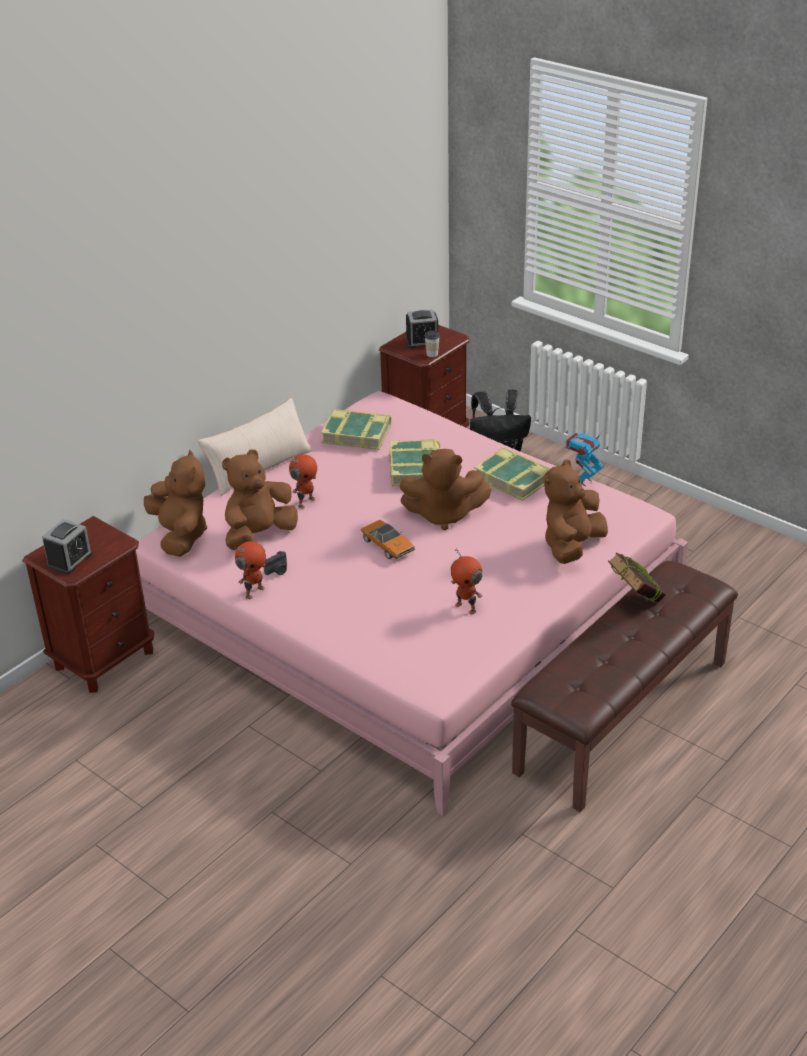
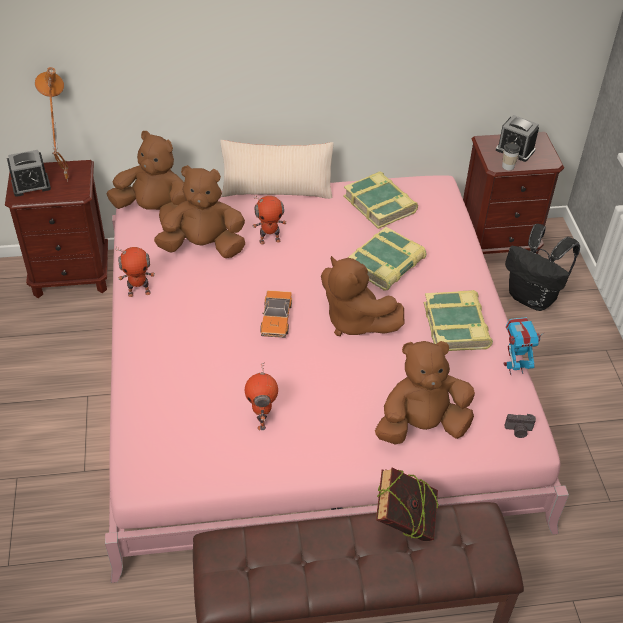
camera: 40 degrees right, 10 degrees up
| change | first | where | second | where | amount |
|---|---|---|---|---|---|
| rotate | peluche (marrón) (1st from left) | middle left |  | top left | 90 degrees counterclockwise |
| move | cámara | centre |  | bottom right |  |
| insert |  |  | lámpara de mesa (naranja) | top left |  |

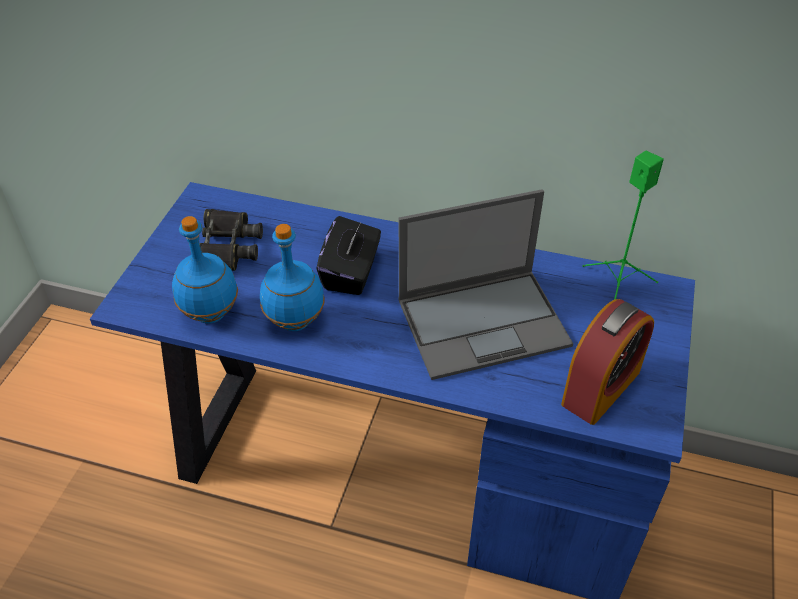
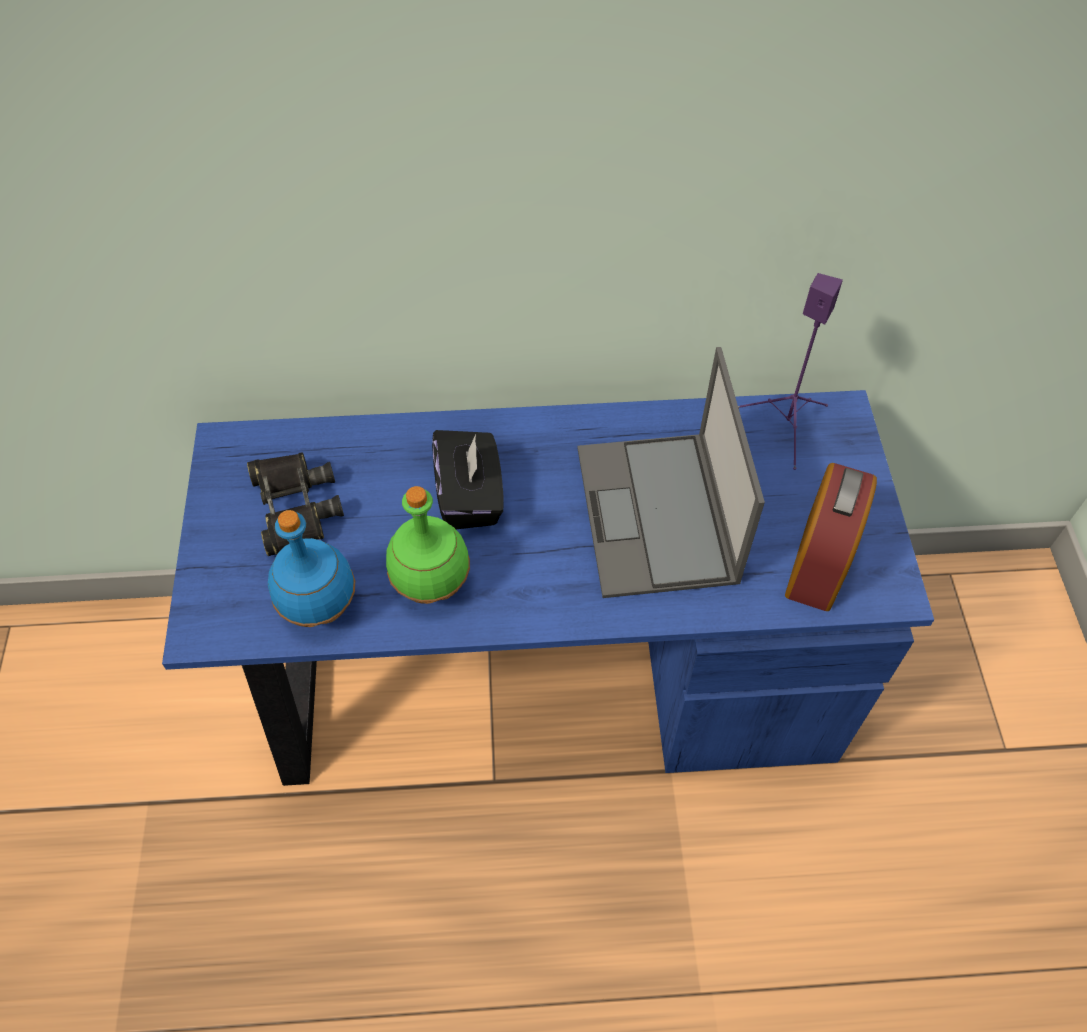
camera: 20 degrees left, 10 degrees up
| change | first | where | second | where | amount |
|---|---|---|---|---|---|
| recolor | botella (azul) (2nd from left) | centre | botella (verde) | centre |  |
| rotate | portátil | centre |  | centre | 120 degrees clockwise |
| recolor | altavoz (verde) | middle right | altavoz (morado) | middle right |  |

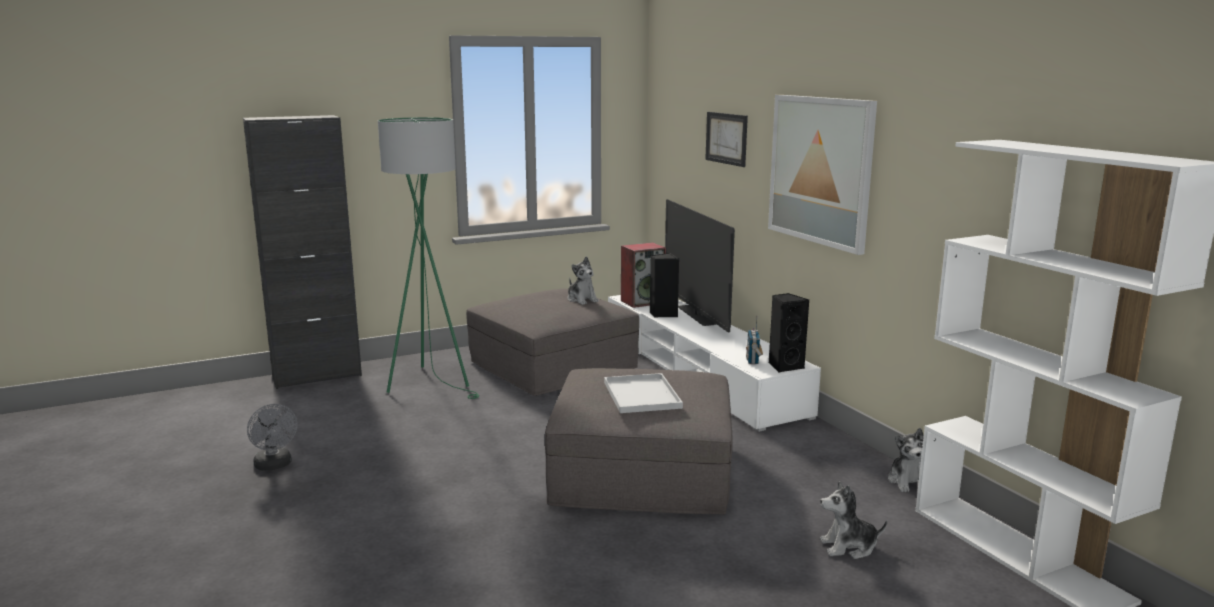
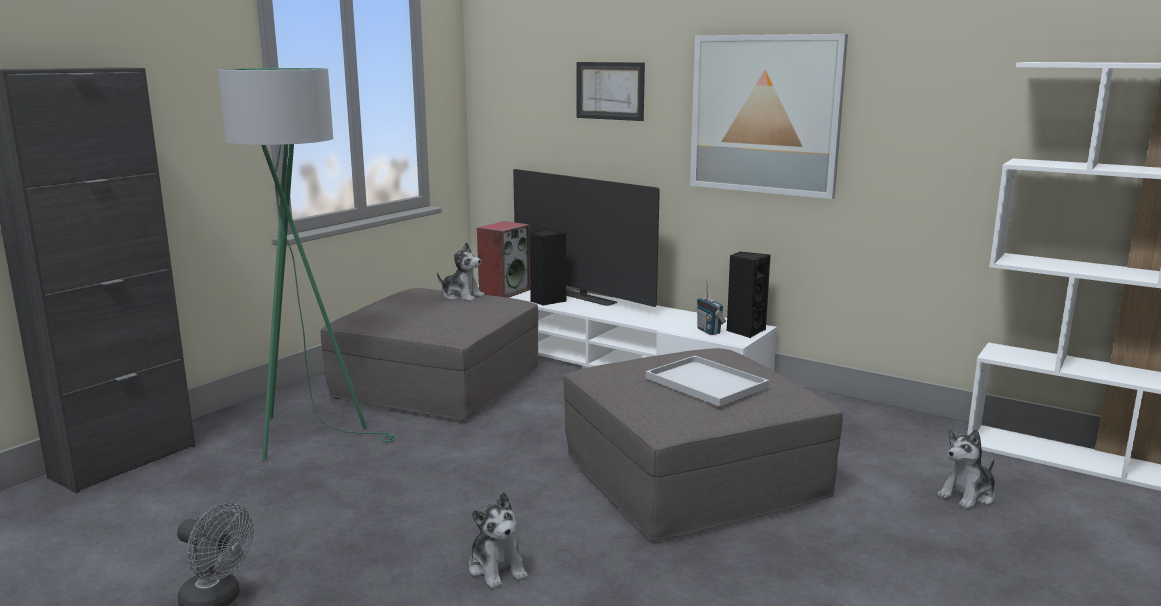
camera: 30 degrees left, 0 degrees up
| change | first | where | second | where | amount |
|---|---|---|---|---|---|
| move | peluche (3rd from left in the first image) | bottom right | peluche (2nd from left) | bottom centre |  |

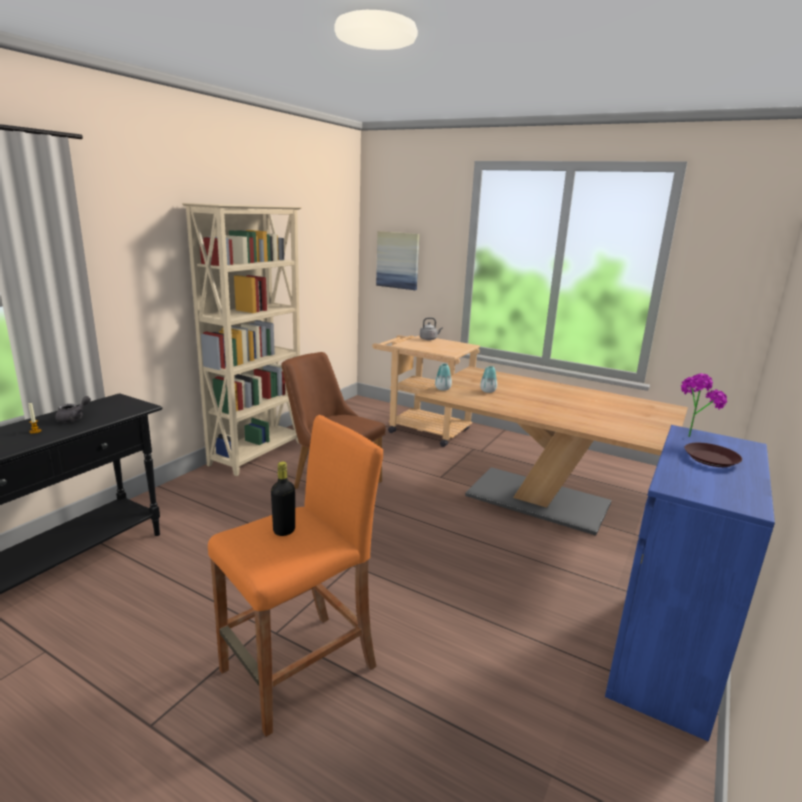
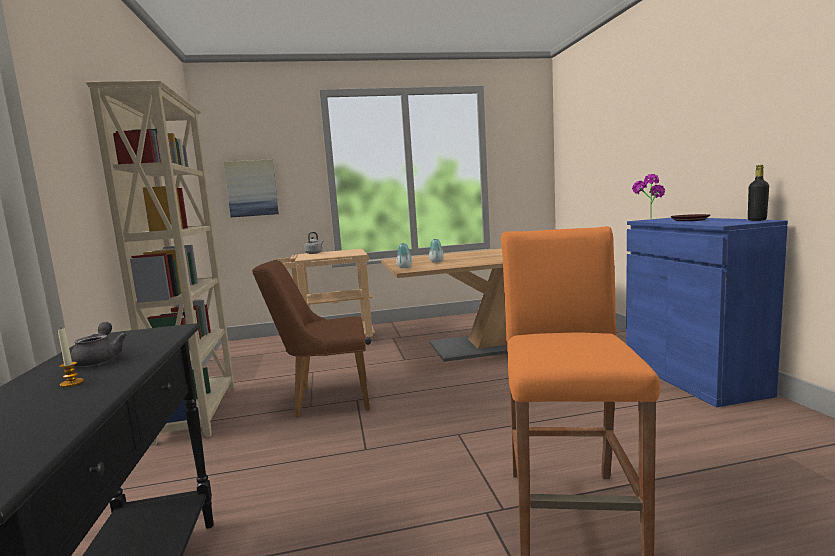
camera: 40 degrees left, 10 degrees down
| change | first | where | second | where | amount |
|---|---|---|---|---|---|
| move | botella (negro) | centre |  | middle right |  |

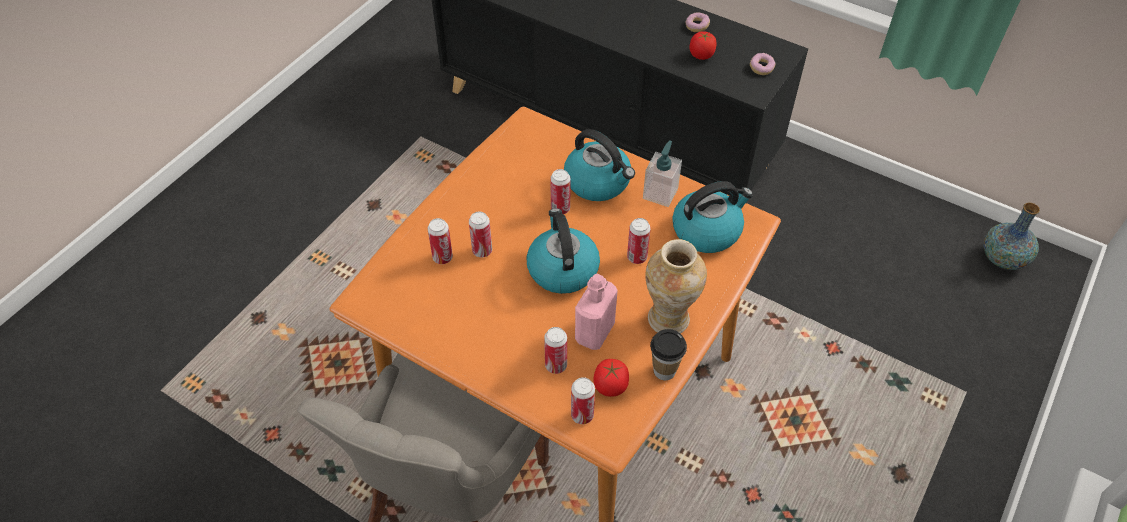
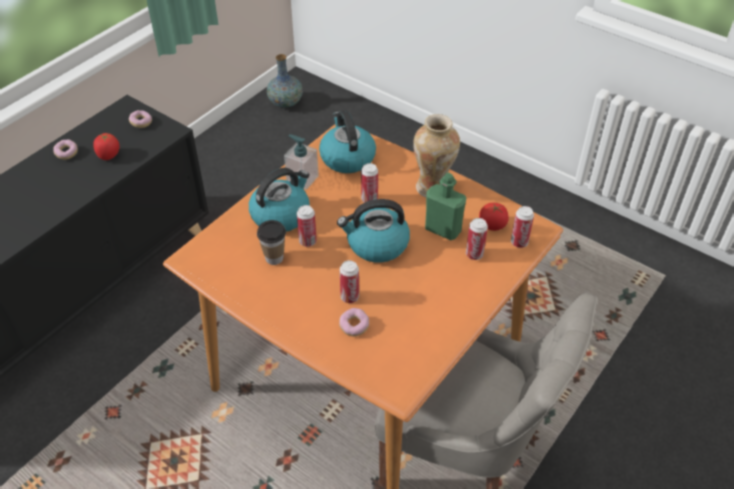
camera: 85 degrees left, 5 degrees down
| change | first | where | second | where | amount |
|---|---|---|---|---|---|
| replace | lata (1st from left) | centre | rosquilla (3rd from left) | centre |  |
| recolor | botella (rosa) | centre | botella (verde) | centre |  |
| move | taza | bottom centre |  | centre |  |

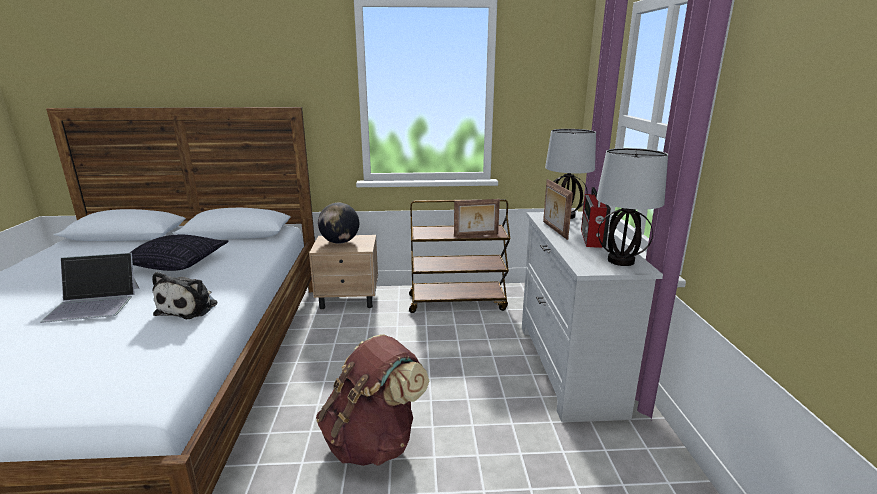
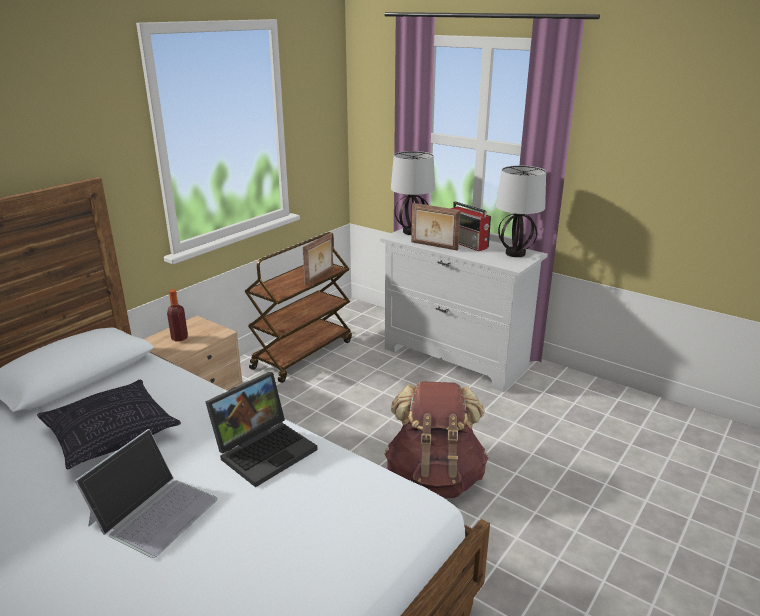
camera: 50 degrees left, 5 degrees up
| change | first | where | second | where | amount |
|---|---|---|---|---|---|
| replace | peluche | middle left | portátil (2nd from left) | bottom centre |  |
| replace | globo terráqueo | centre | botella | middle left |  |

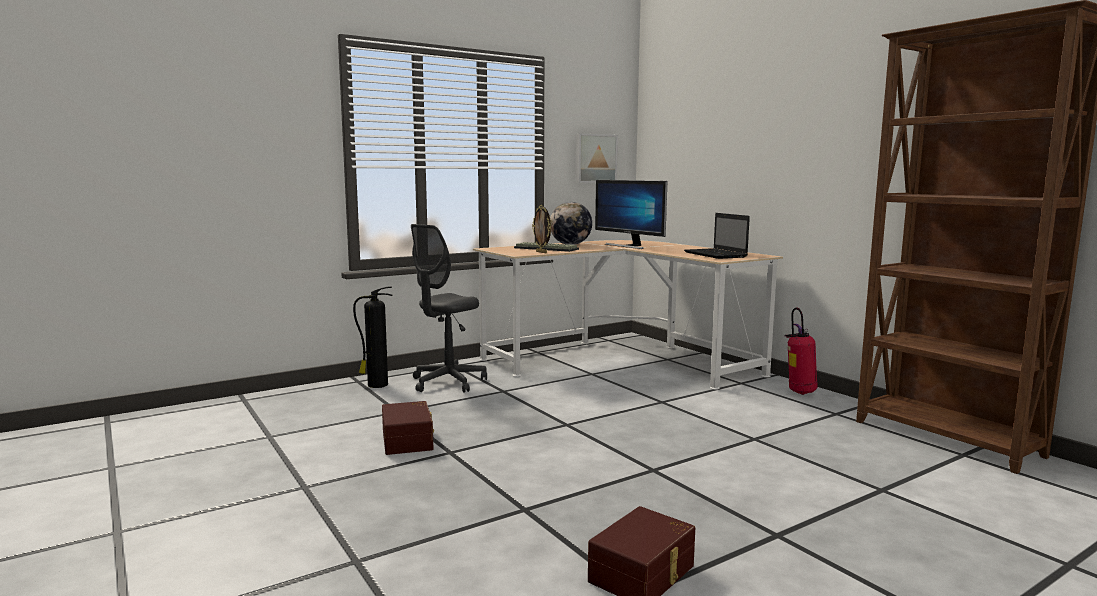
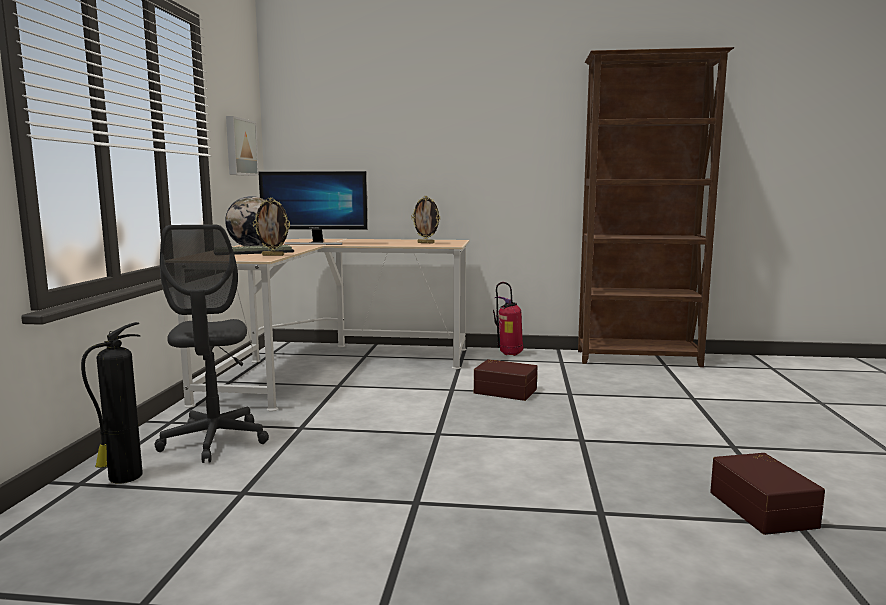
camera: 50 degrees left, 0 degrees up
| change | first | where | second | where | amount |
|---|---|---|---|---|---|
| move | caja de almacenaje (marrón) (1st from left) | bottom centre |  | centre |  |
| replace | portátil | centre | portarretratos (2nd from left) | centre |  |

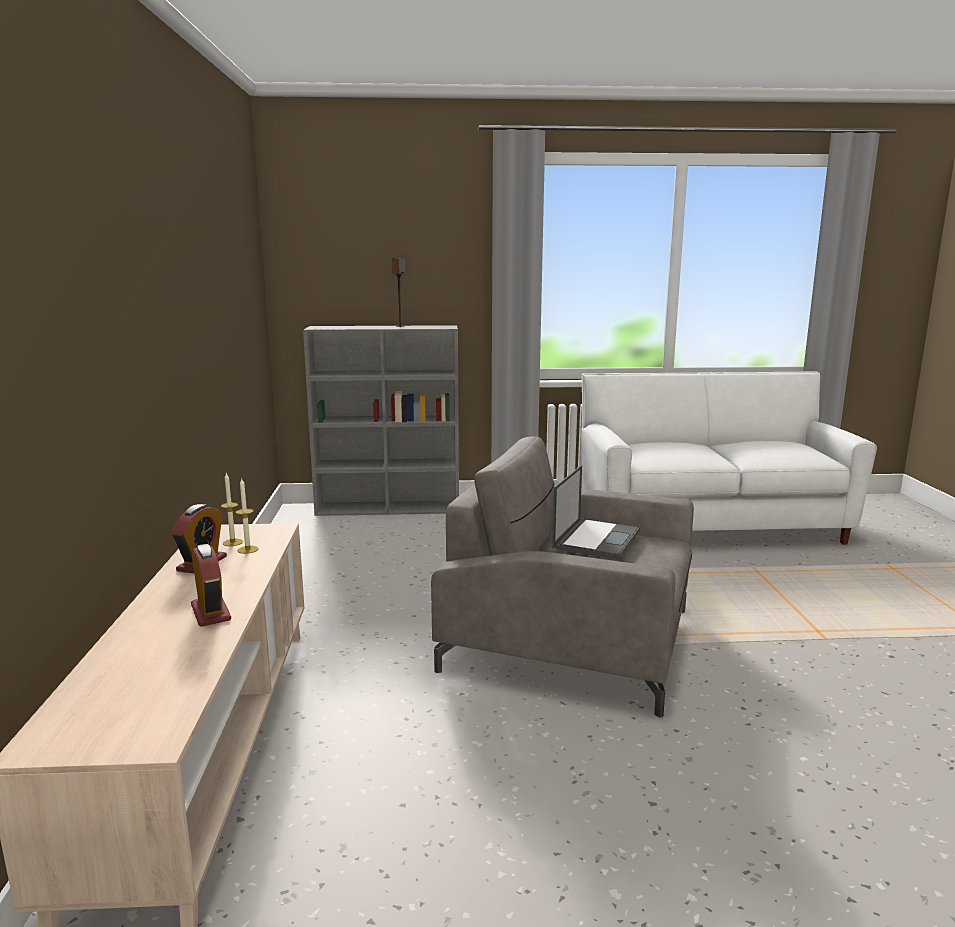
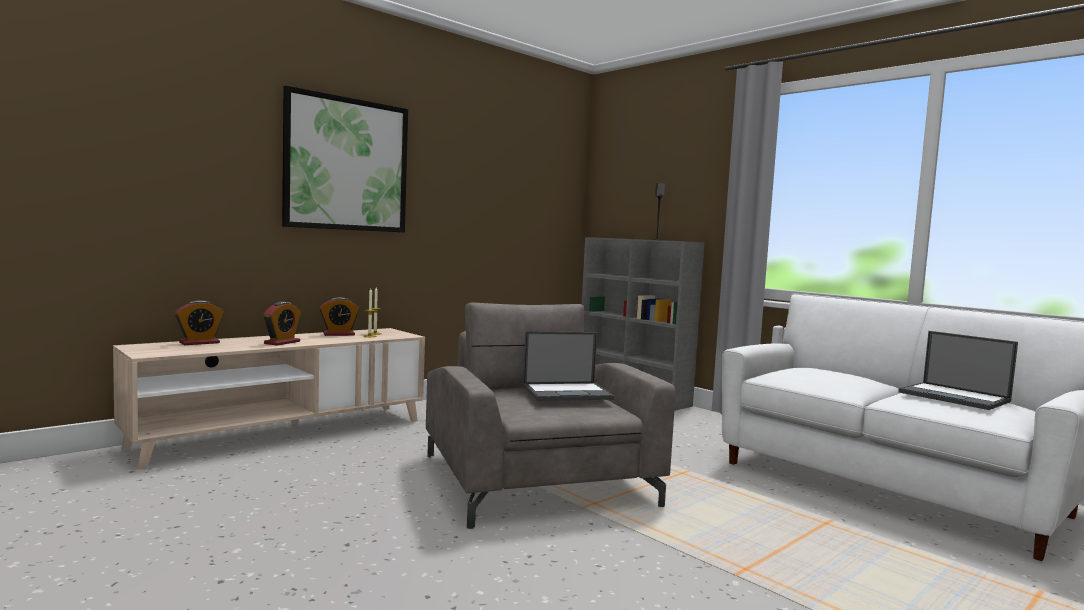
camera: 50 degrees right, 10 degrees down
| change | first | where | second | where | amount |
|---|---|---|---|---|---|
| insert |  |  | despertador (1st from left) | middle left |  |
| insert |  |  | cuadro | top left |  |
| insert |  |  | portátil (2nd from left) | middle right |  |

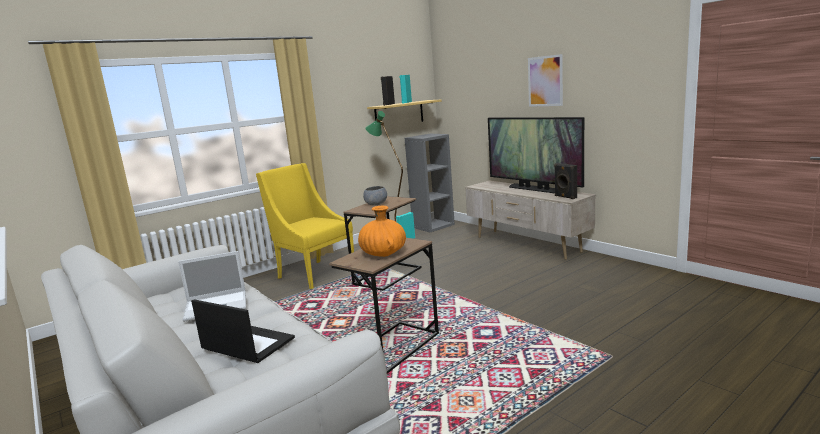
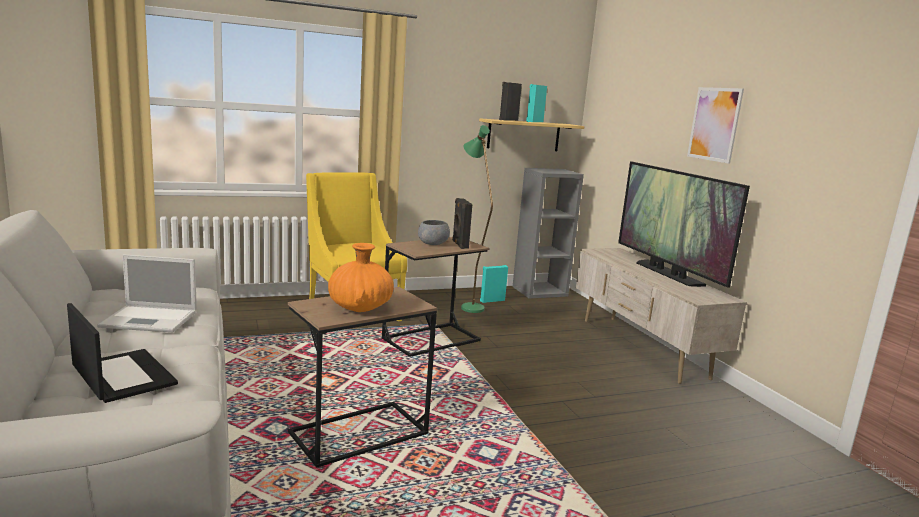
camera: 15 degrees right, 0 degrees up
| change | first | where | second | where | amount |
|---|---|---|---|---|---|
| move | altavoz (negro) (2nd from left in the first image) | middle right | altavoz (negro) (1st from left) | centre |  |

